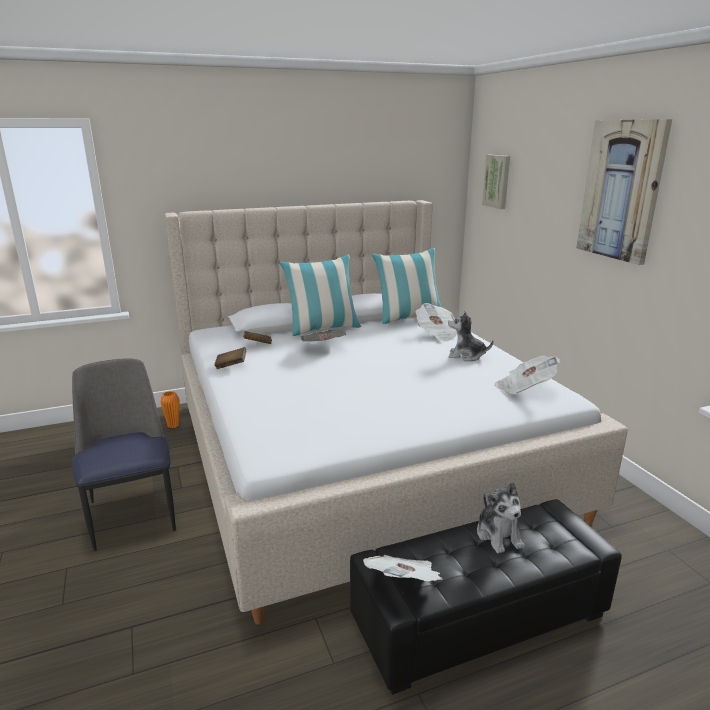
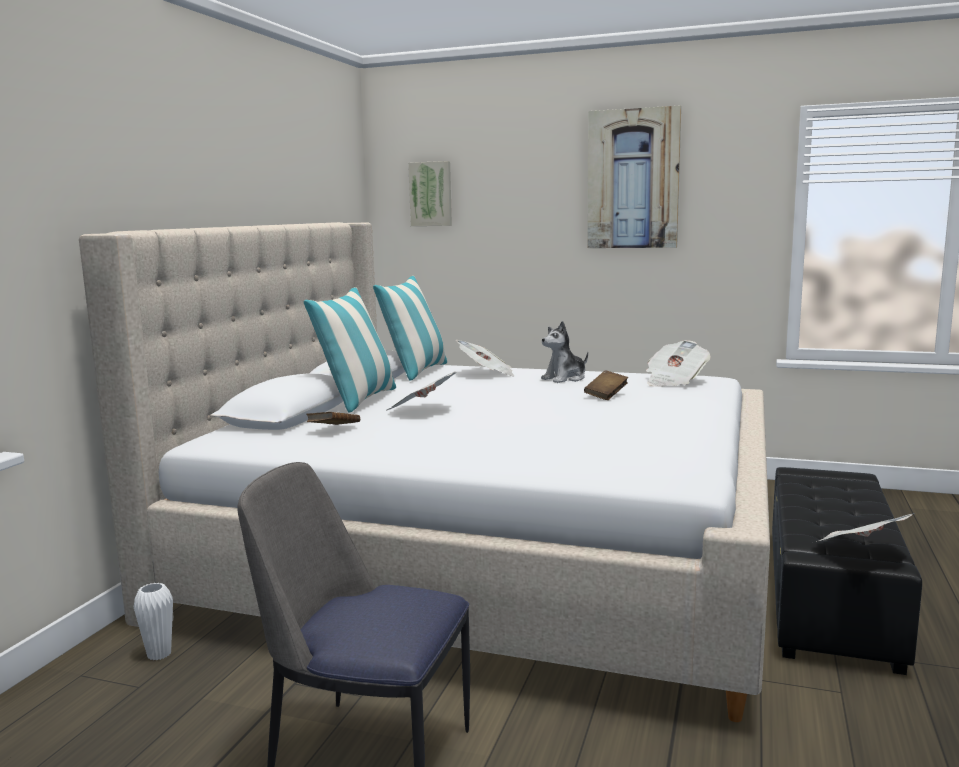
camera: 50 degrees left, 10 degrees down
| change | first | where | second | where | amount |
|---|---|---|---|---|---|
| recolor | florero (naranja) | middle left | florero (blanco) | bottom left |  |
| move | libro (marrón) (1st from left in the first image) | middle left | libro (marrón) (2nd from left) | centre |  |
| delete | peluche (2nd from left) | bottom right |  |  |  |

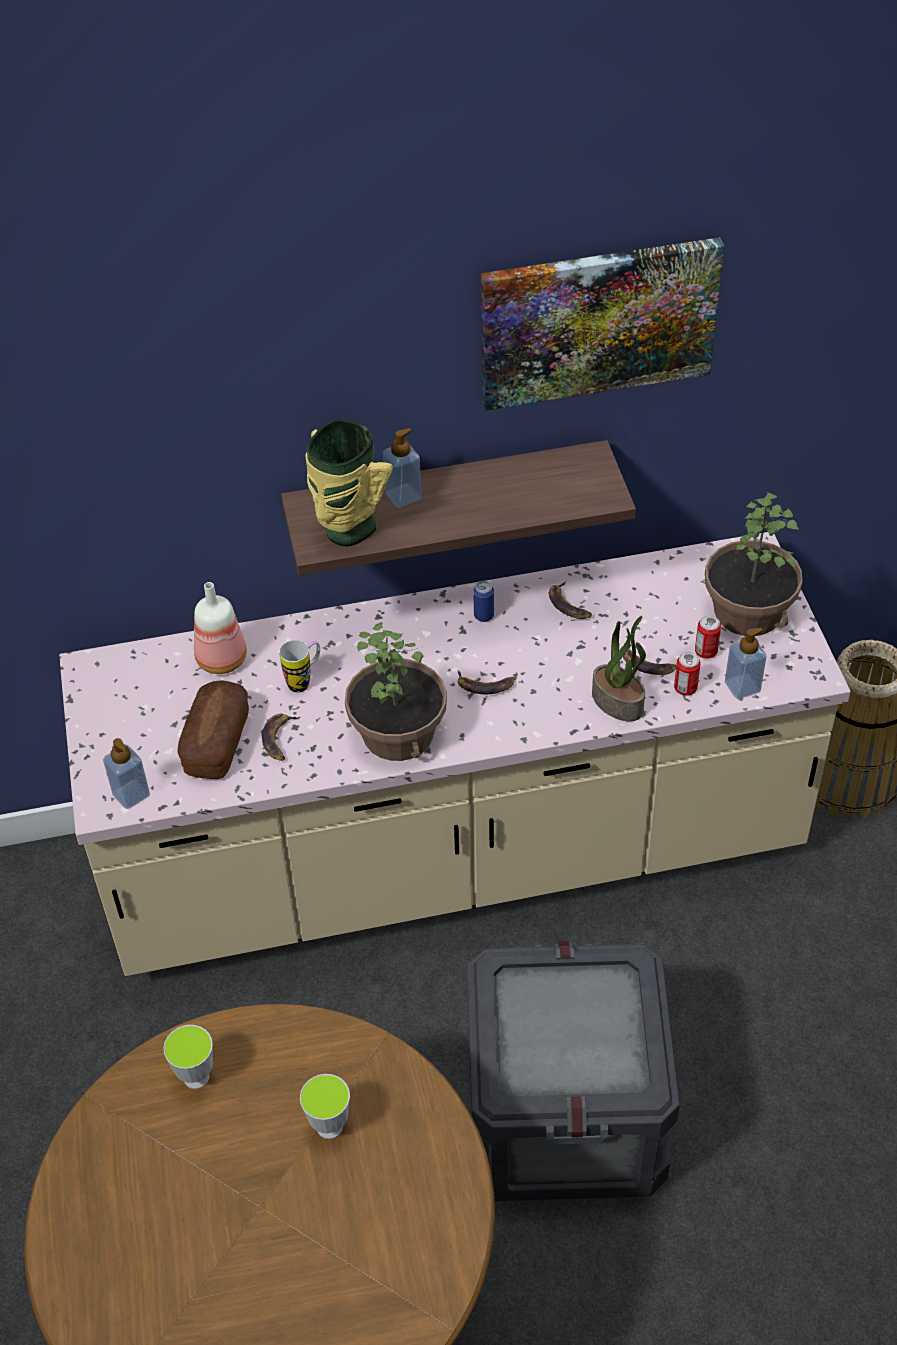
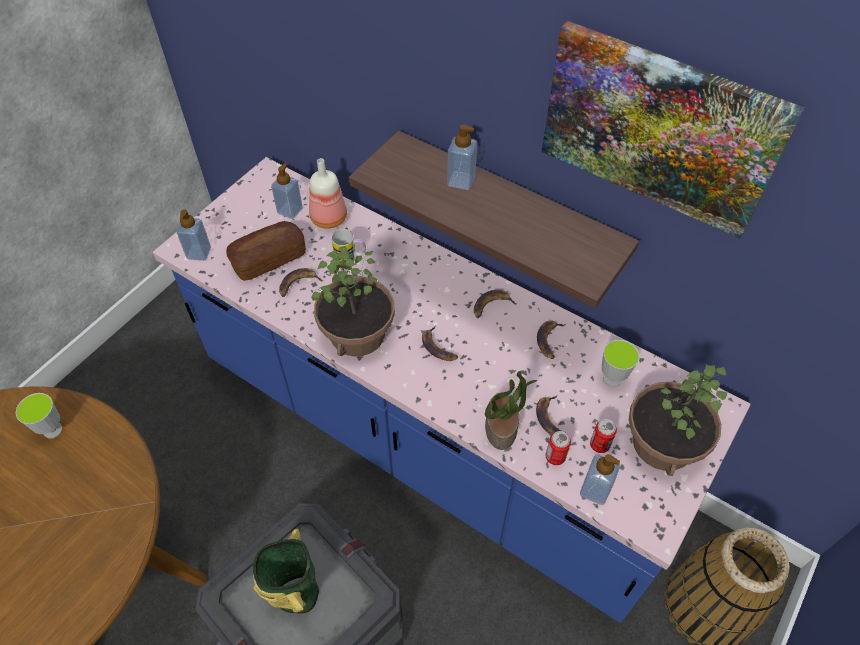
camera: 45 degrees right, 5 degrees up
| change | first | where | second | where | amount |
|---|---|---|---|---|---|
| recolor | mueble bajo de cocina (beis) | centre | mueble bajo de cocina (azul) | centre |  |
| move | taza (2nd from left) | bottom centre |  | middle right |  |
| move | florero | centre |  | bottom left |  |
| replace | lata (1st from left) | centre | plátano (3rd from left) | centre |  |
| insert |  |  | dispensador de jabón (2nd from left) | top centre |  |

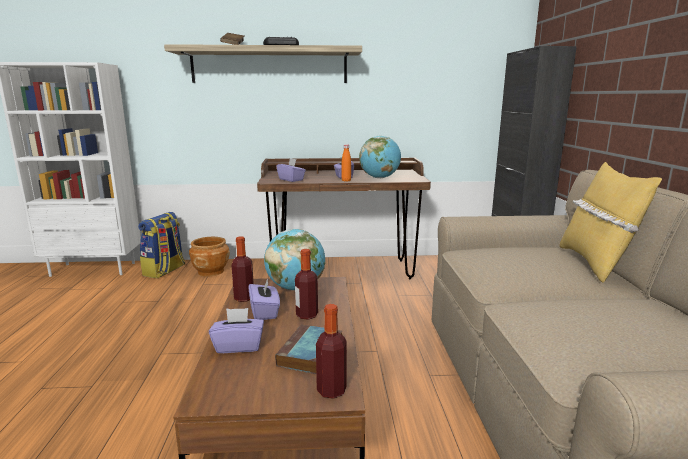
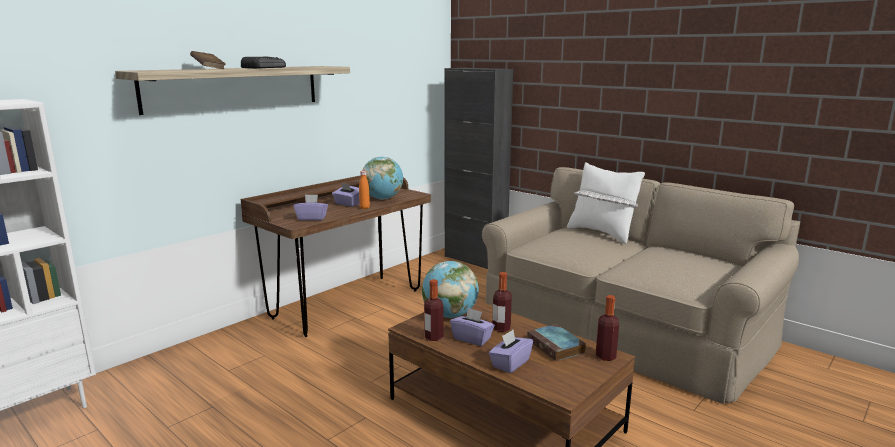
camera: 45 degrees left, 0 degrees up
| change | first | where | second | where | amount |
|---|---|---|---|---|---|
| delete | mochila | middle left |  |  |  |
| delete | maceta (marrón) | middle left |  |  |  |
| recolor | cojín (amarillo) | middle right | cojín (blanco) | middle right |  |

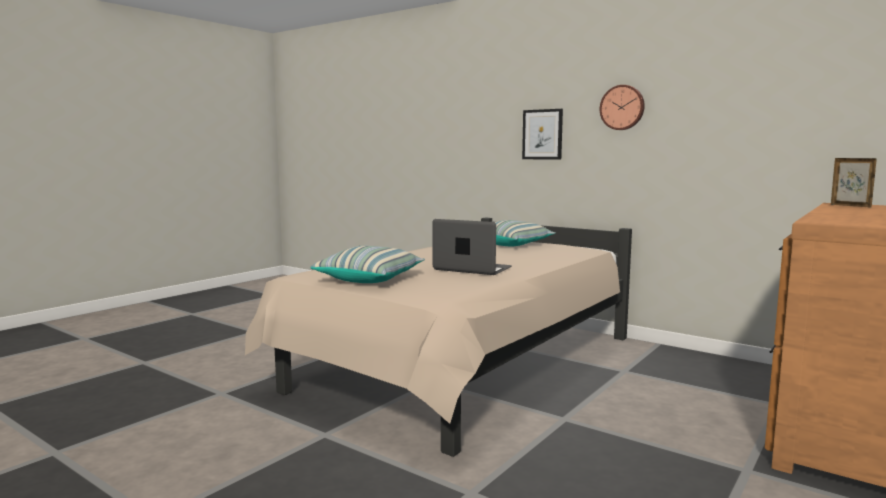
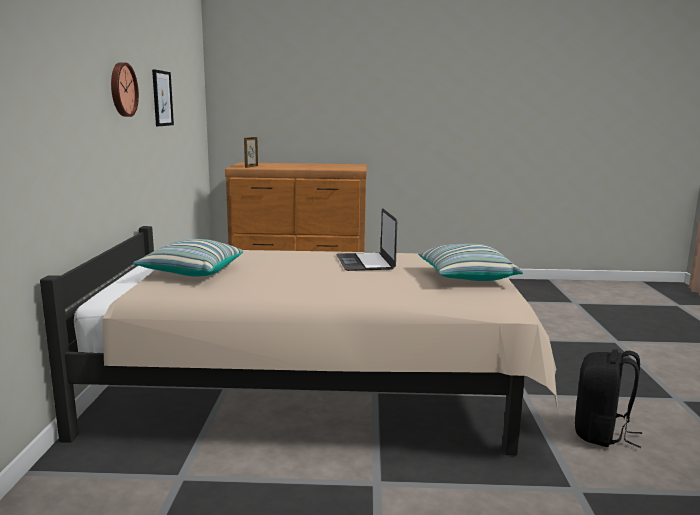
camera: 125 degrees left, 5 degrees up
| change | first | where | second | where | amount |
|---|---|---|---|---|---|
| move | cuadro | top centre |  | top left |  |
| insert |  |  | mochila (negro) | bottom right |  |

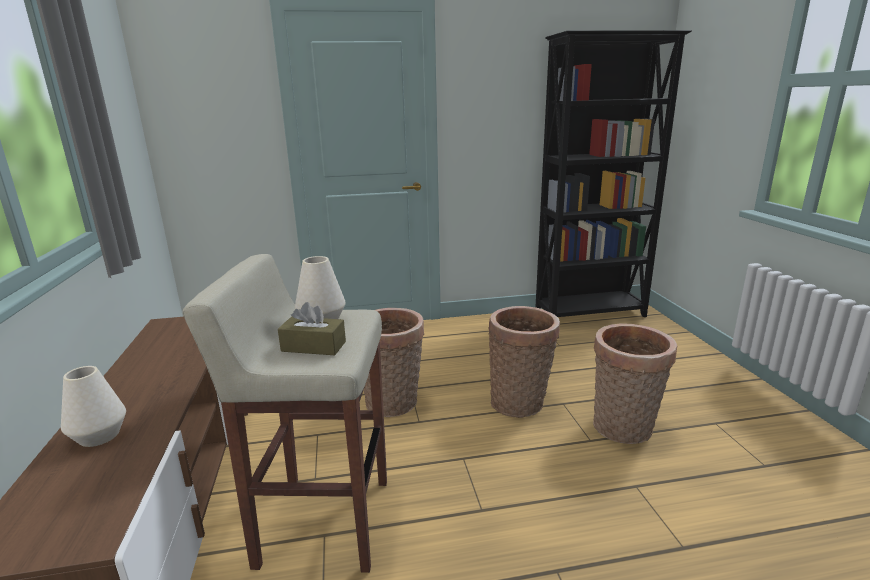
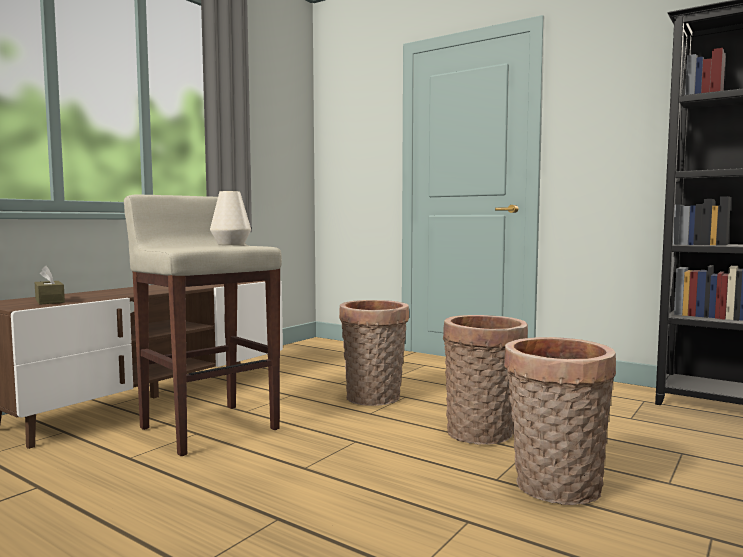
camera: 45 degrees right, 15 degrees down
| change | first | where | second | where | amount |
|---|---|---|---|---|---|
| delete | florero (blanco) (1st from left) | bottom left |  |  |  |
| move | caja de pañuelos (marrón) | centre |  | middle left |  |

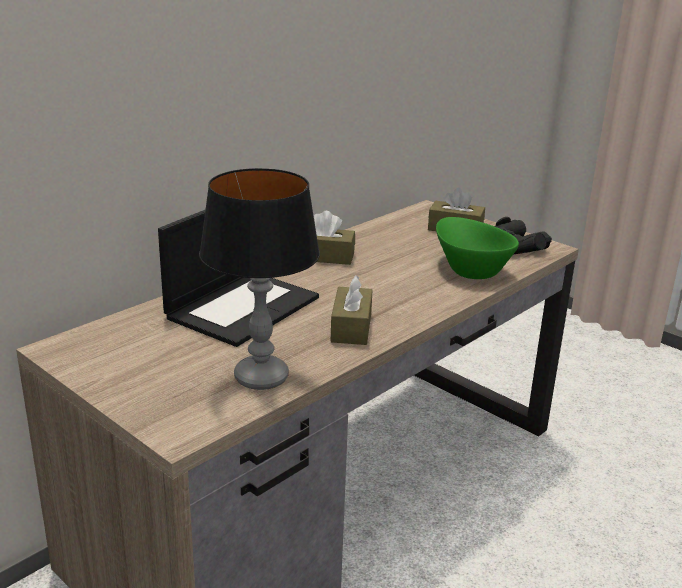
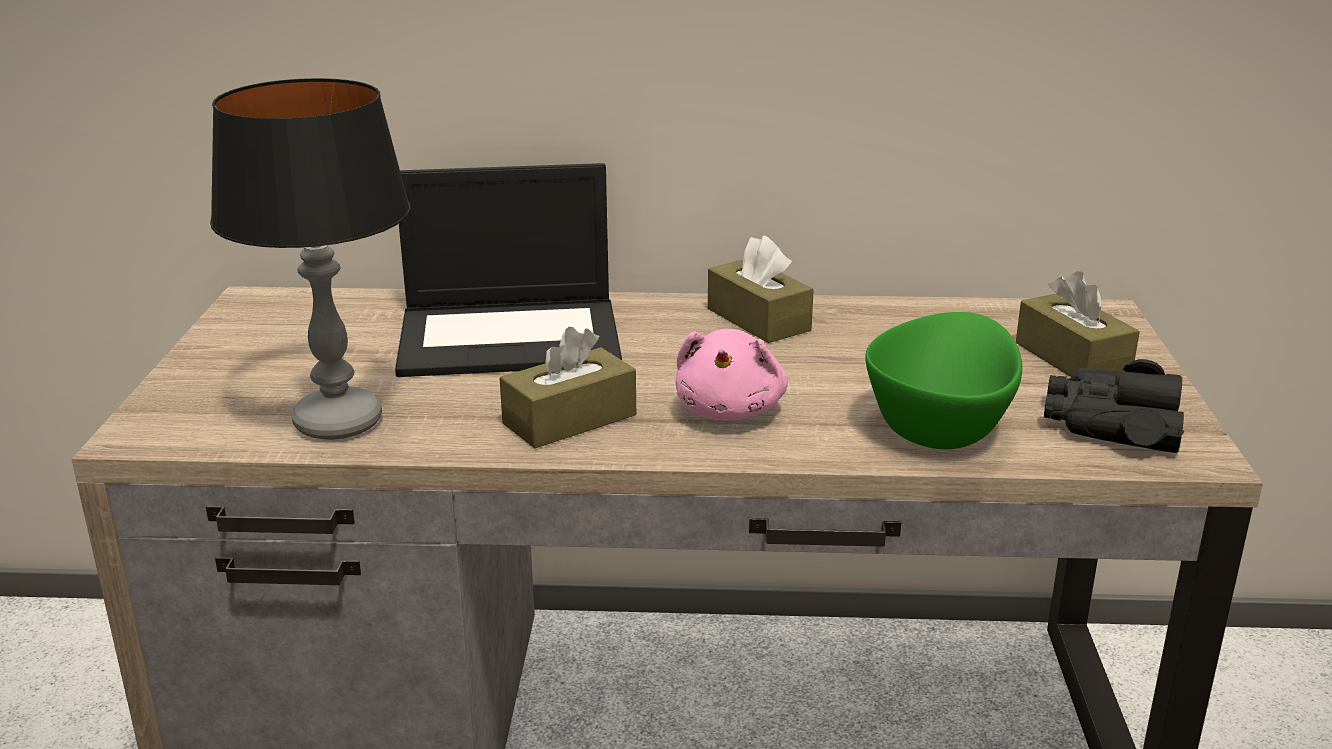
camera: 50 degrees right, 0 degrees up
| change | first | where | second | where | amount |
|---|---|---|---|---|---|
| insert |  |  | peluche (rosa) | centre |  |

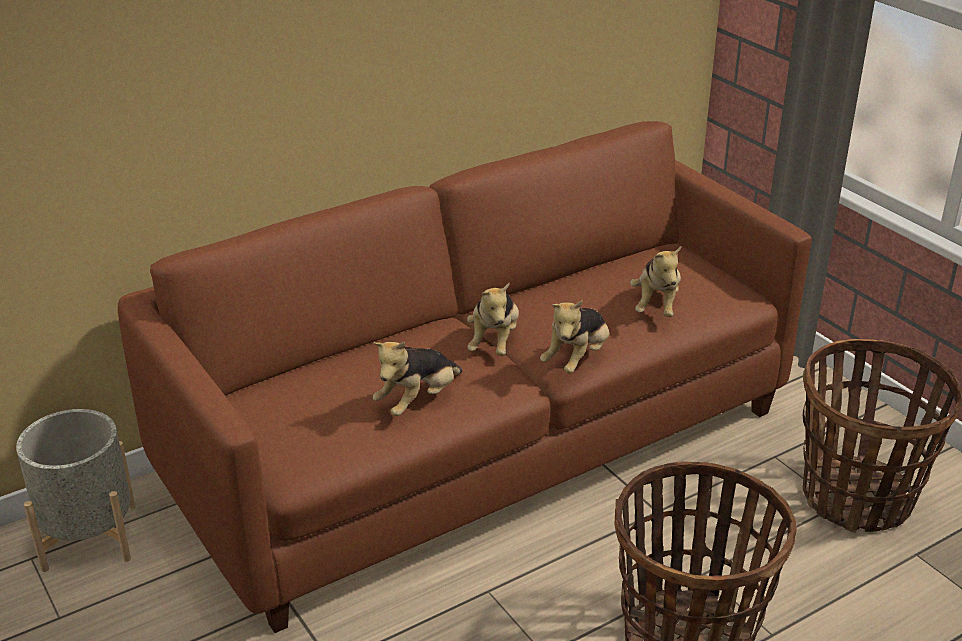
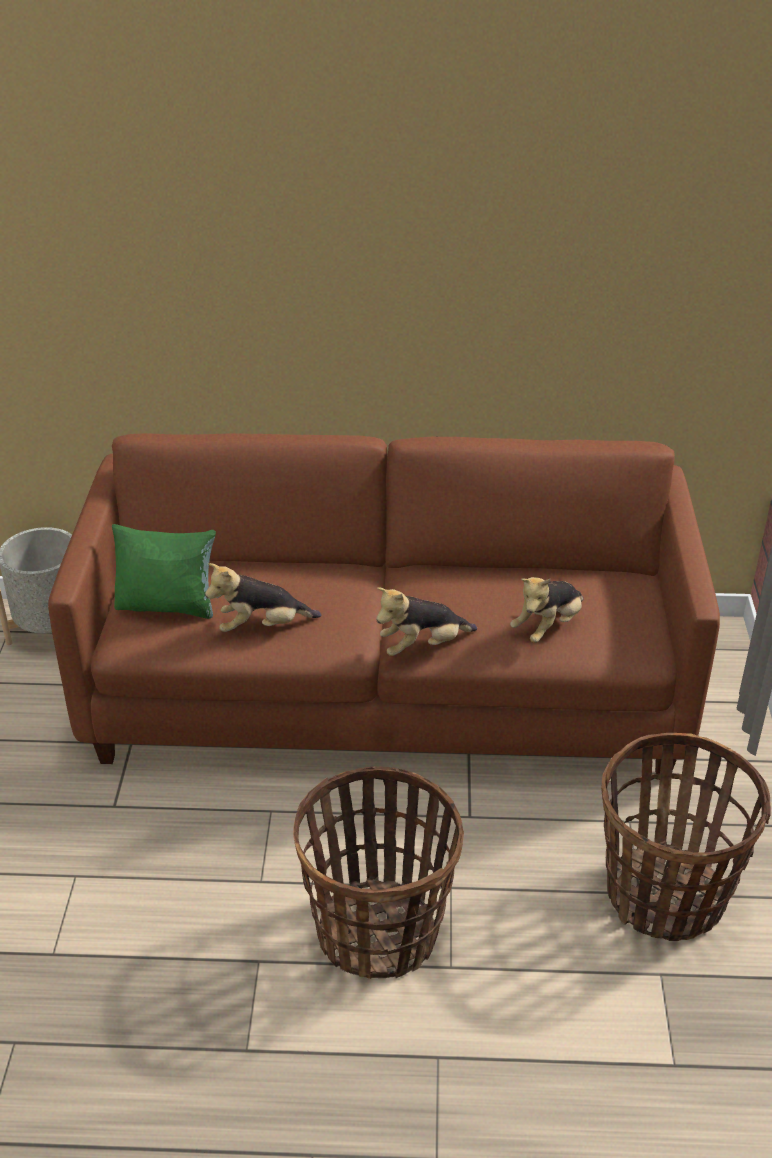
camera: 35 degrees right, 5 degrees up
| change | first | where | second | where | amount |
|---|---|---|---|---|---|
| delete | peluche (2nd from left) | centre |  |  |  |
| insert |  |  | cojín (verde) | middle left |  |

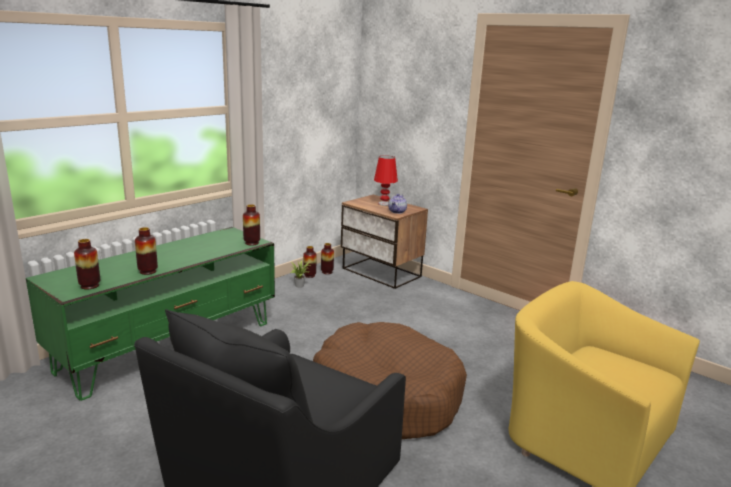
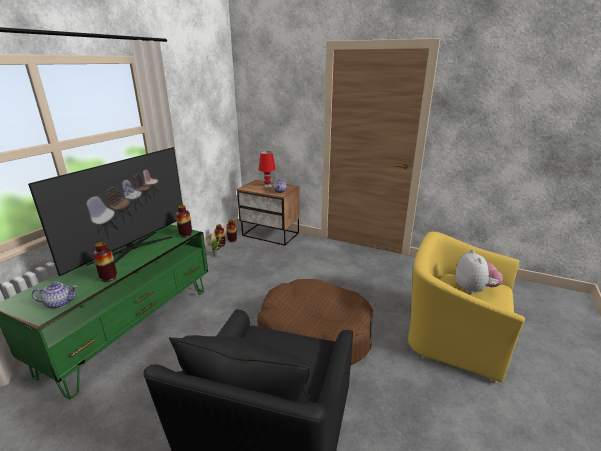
camera: 15 degrees left, 5 degrees up
| change | first | where | second | where | amount |
|---|---|---|---|---|---|
| replace | florero (1st from left) | middle left | tetera (1st from left) | middle left |  |
| insert |  |  | televisor | middle left |  |
| insert |  |  | peluche | middle right |  |

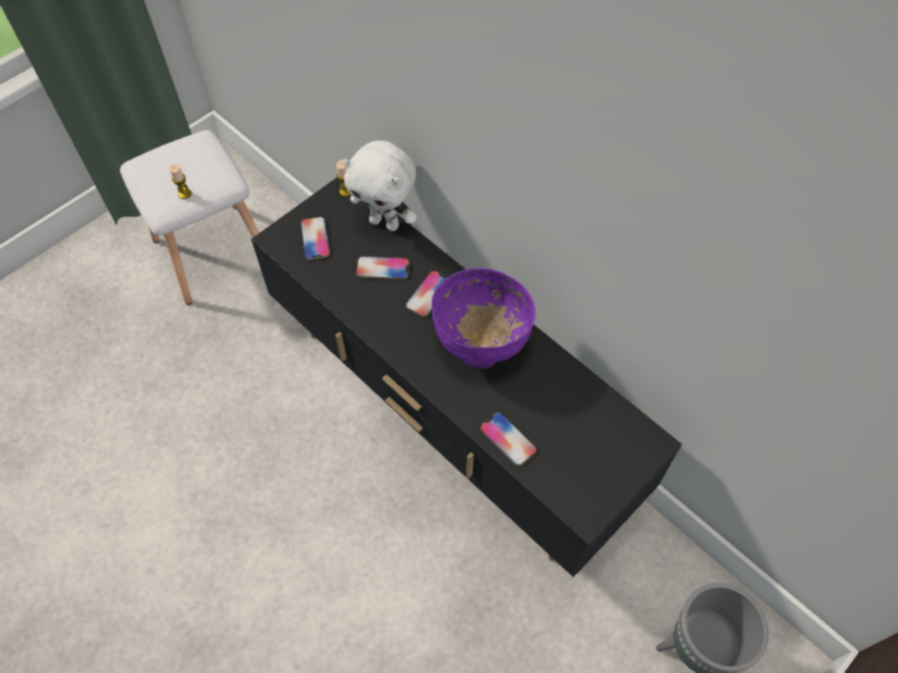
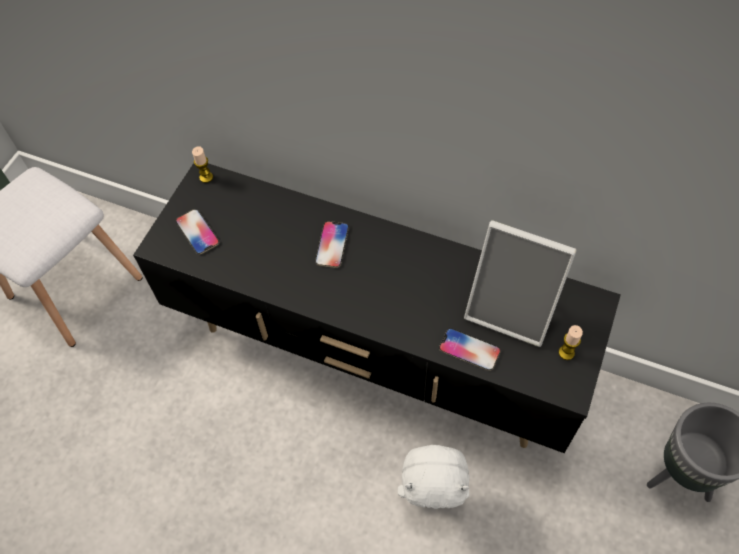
camera: 20 degrees left, 0 degrees up
| change | first | where | second | where | amount |
|---|---|---|---|---|---|
| move | vela (1st from left in the first image) | top left | vela (2nd from left) | middle right |  |
| move | peluche (blanco) | top centre |  | bottom centre |  |
| delete | móvil (2nd from left) | centre |  |  |  |
| delete | cuenco (morado) | centre |  |  |  |
| insert |  |  | portarretratos | middle right |  |

